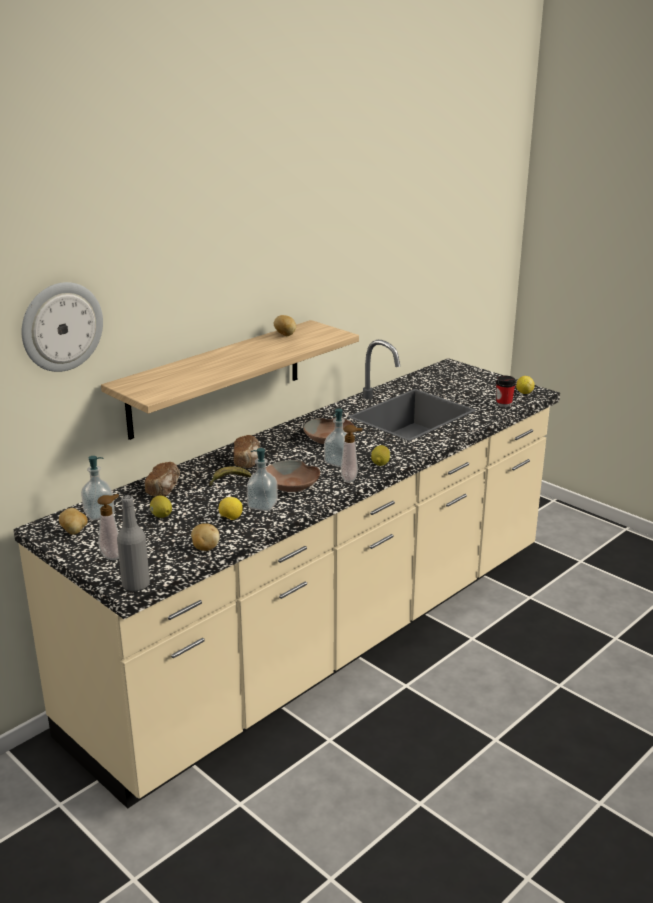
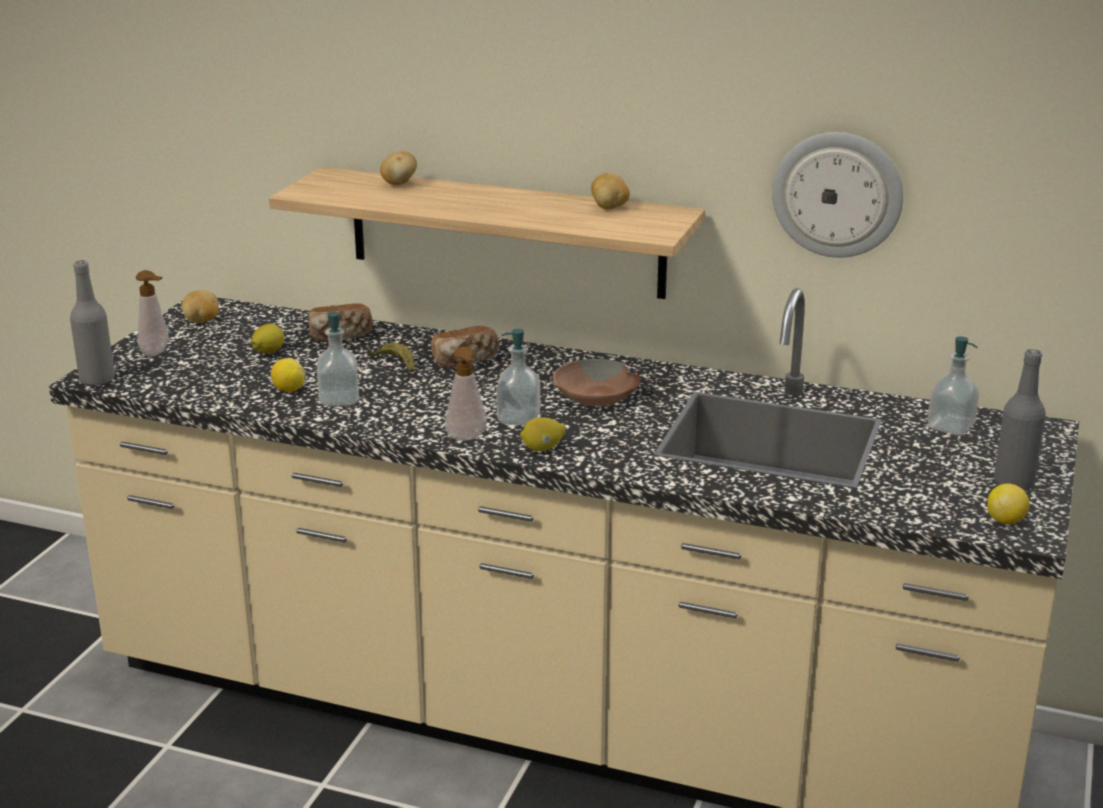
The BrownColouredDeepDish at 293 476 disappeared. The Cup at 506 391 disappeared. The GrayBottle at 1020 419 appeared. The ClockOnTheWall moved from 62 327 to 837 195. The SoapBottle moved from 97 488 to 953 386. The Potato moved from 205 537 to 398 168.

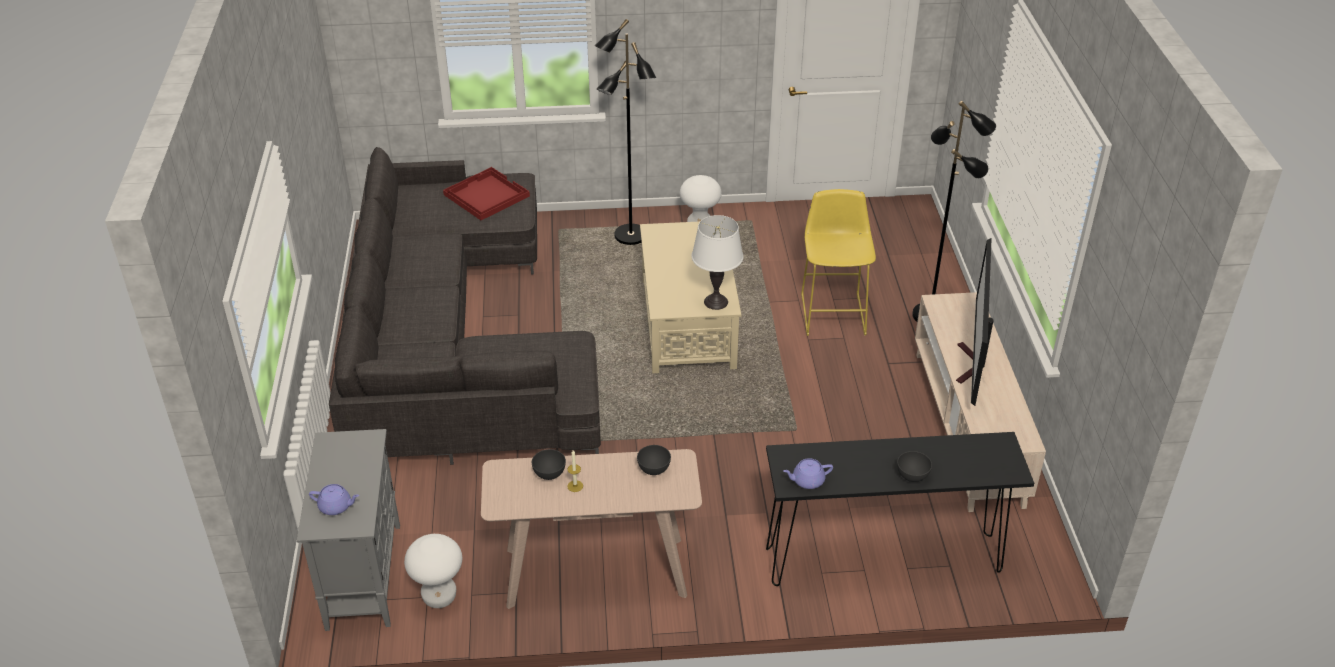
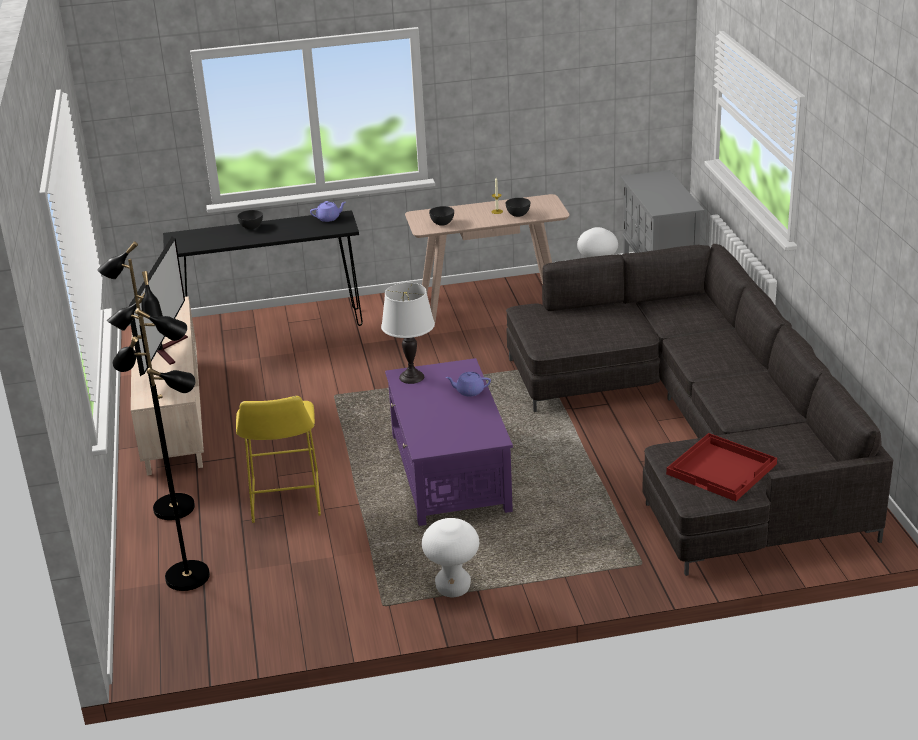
The PurplePotForTea moved from 334 499 to 468 384. The BlackFloorLamp moved from 625 132 to 161 449. The BeigeLowTable at 690 297 became the PurpleLowTable at 449 442.

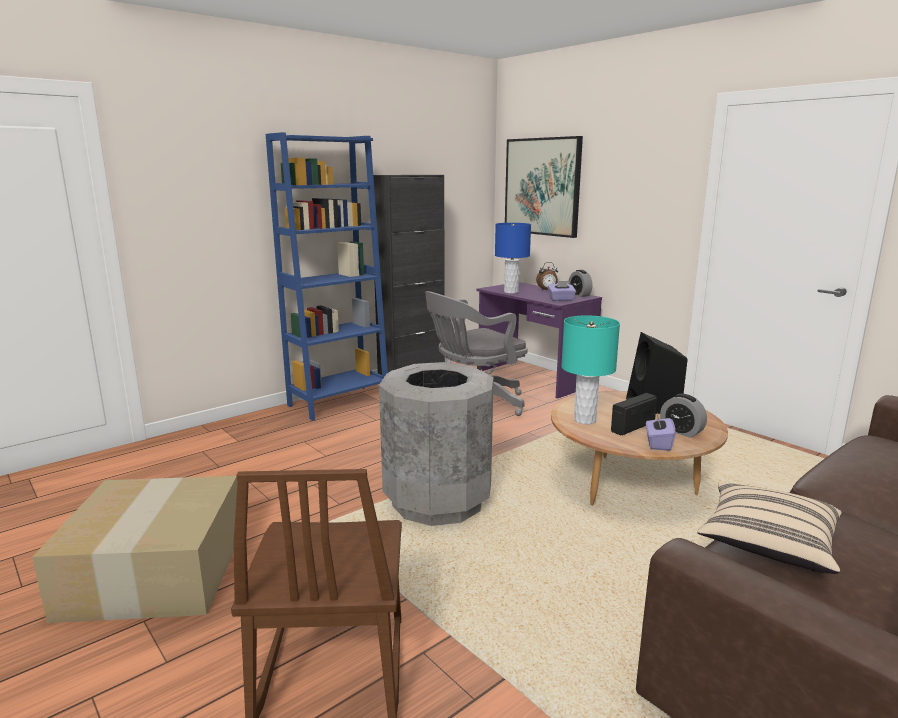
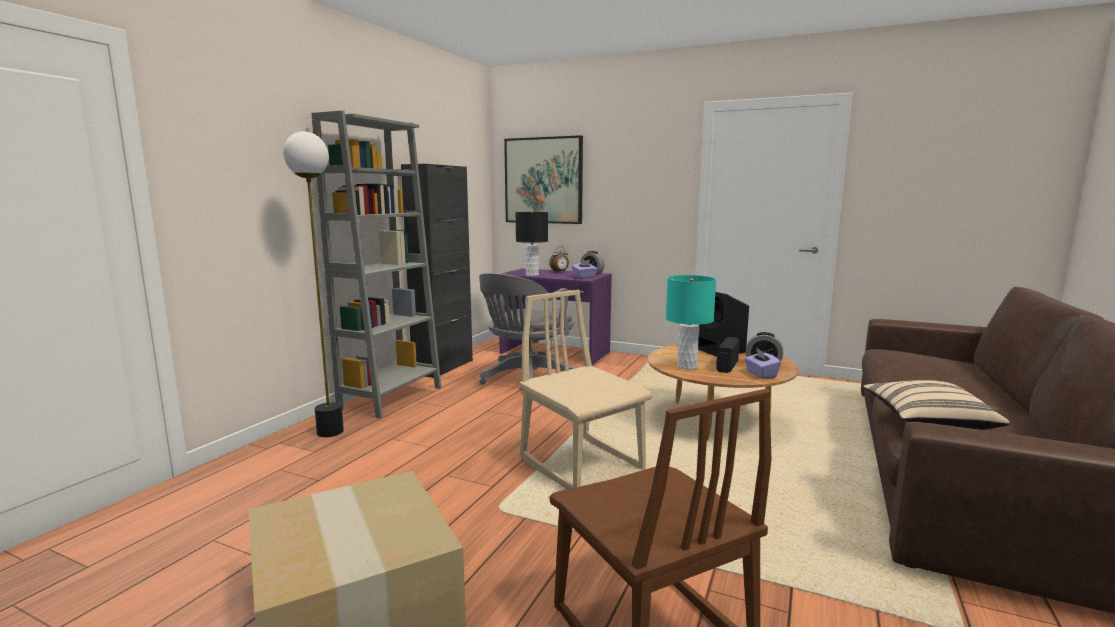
The FloorLamp at 313 284 appeared. The GrayWasteBin at 436 444 was replaced by the BeigeChair at 585 389. The BlueColouredBookshelf at 327 276 became the GrayBookshelf at 376 265. The BlueColouredTableLamp at 513 258 became the BlackTableLamp at 531 244.

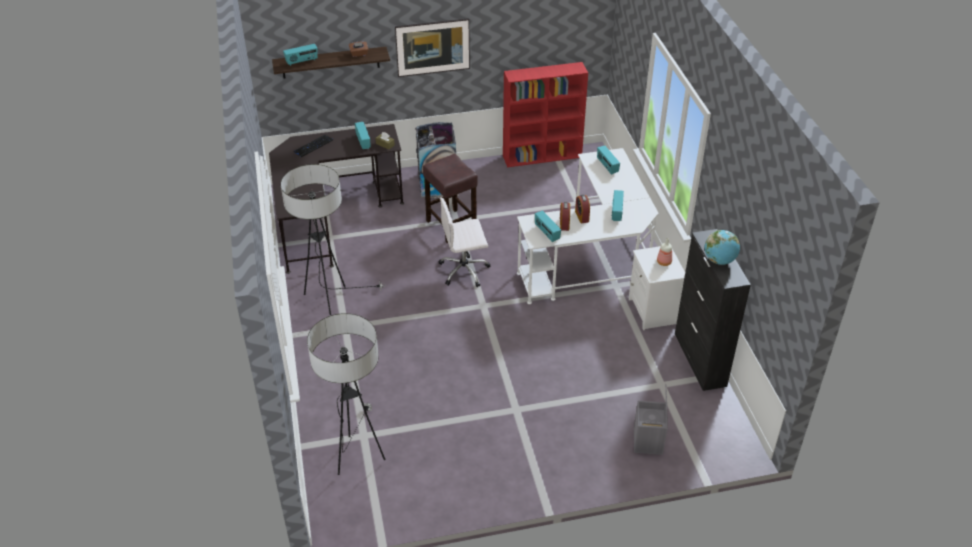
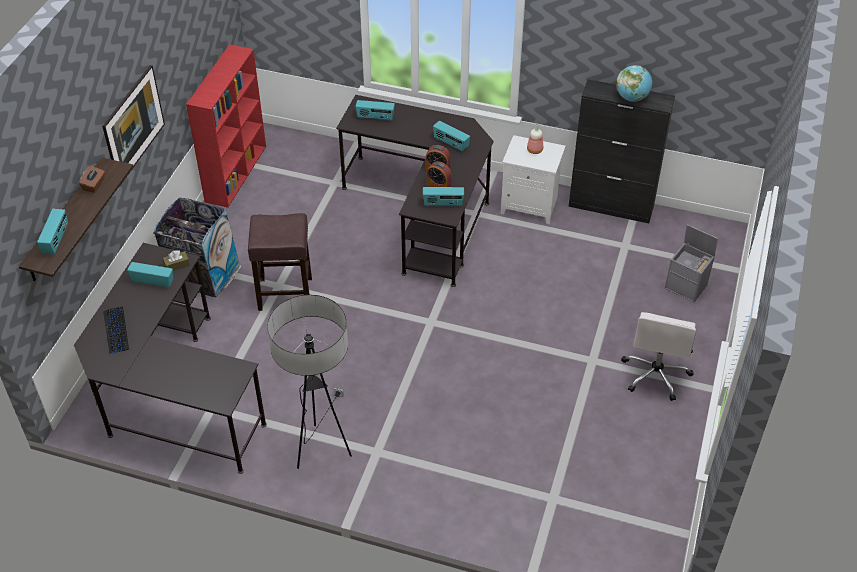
The FloorLamp at 346 394 disappeared. The WhiteOfficeChair moved from 464 242 to 658 356. The WhiteDesk at 588 226 became the BlackDesk at 415 191.

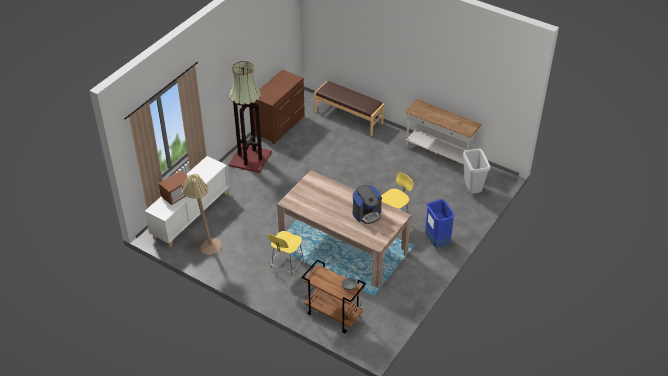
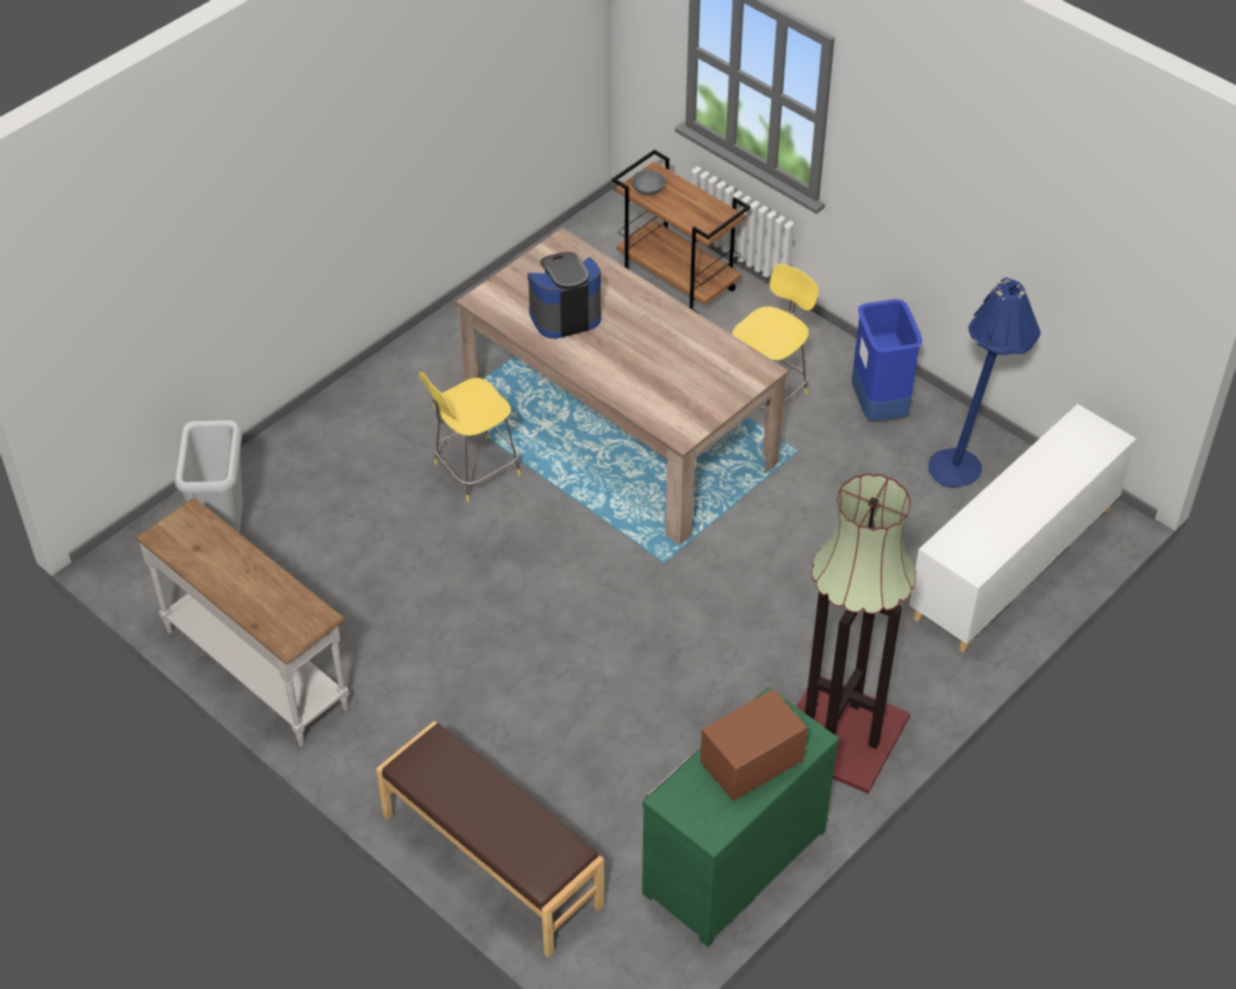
The MicrowaveOven moved from 173 187 to 754 745. The BlueColouredWasteBin moved from 440 223 to 887 360. The BeigeFloorLamp at 201 214 became the BlueColouredFloorLamp at 984 382. The BrownColouredChestOfDrawers at 279 106 became the GreenChestOfDrawers at 740 817.

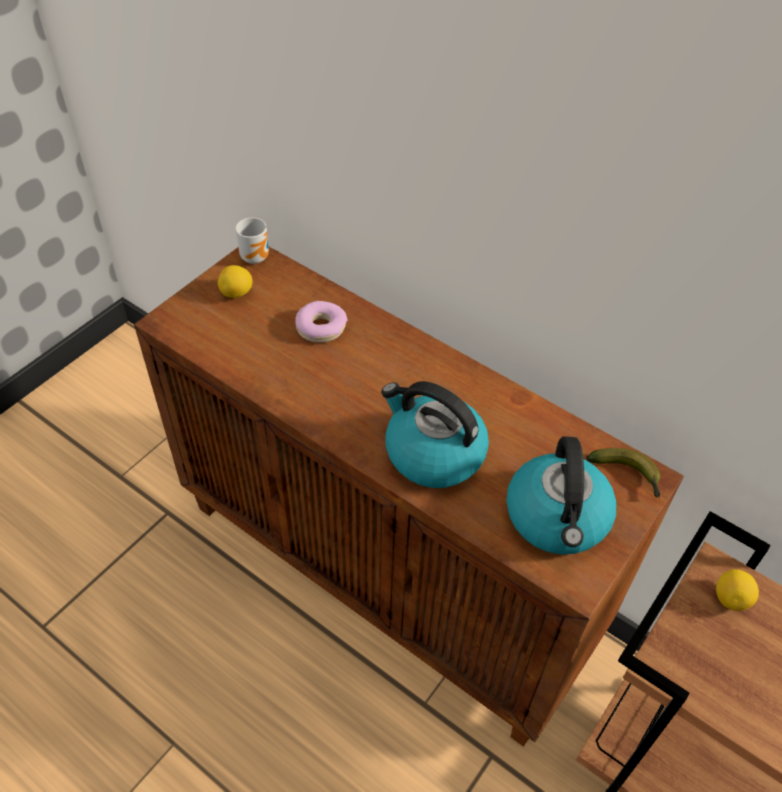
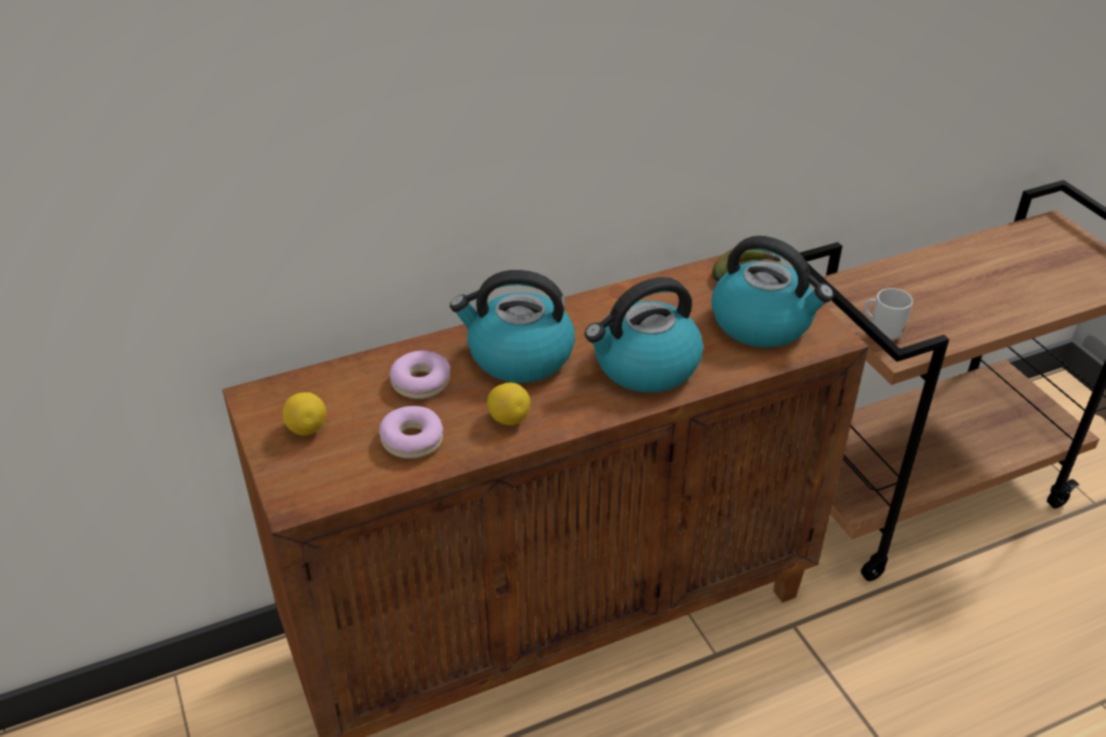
The Donut at 411 432 appeared. The WaterKettle at 512 326 appeared. The CoffeeMug moved from 252 241 to 888 314. The CitrusFruit moved from 737 590 to 509 404.

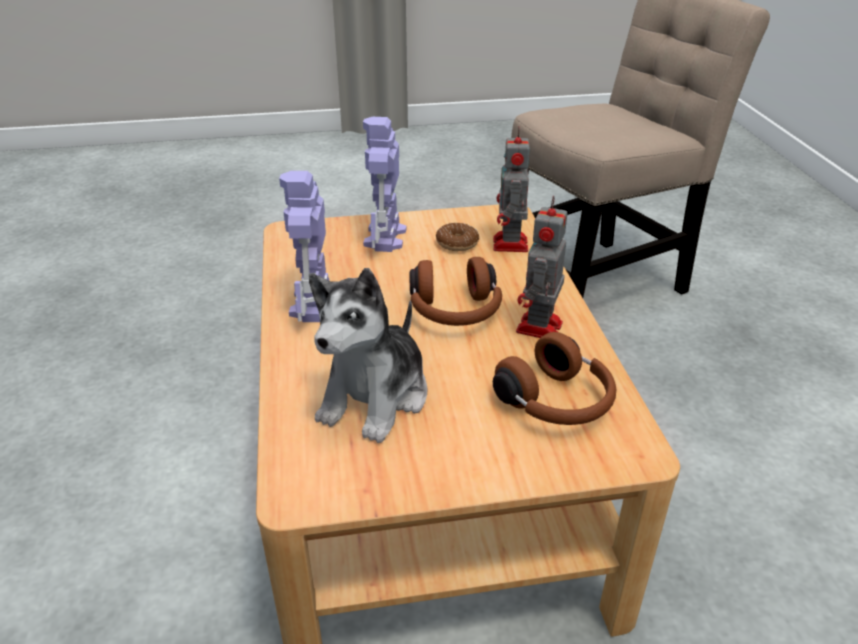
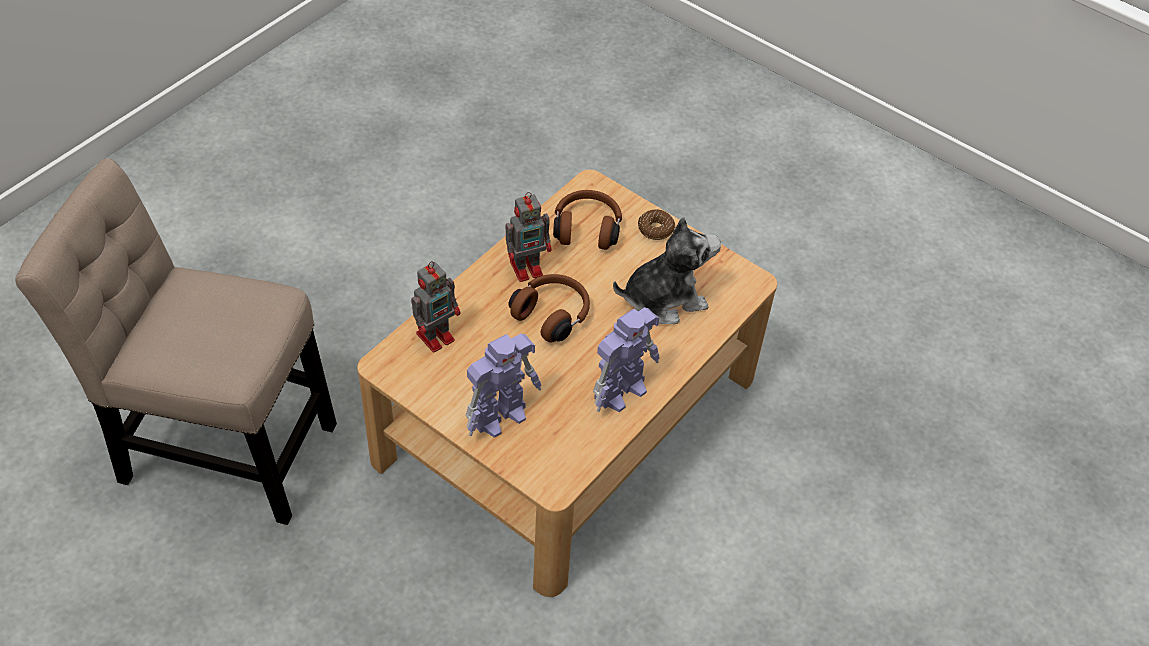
The Donut moved from 457 237 to 656 224.

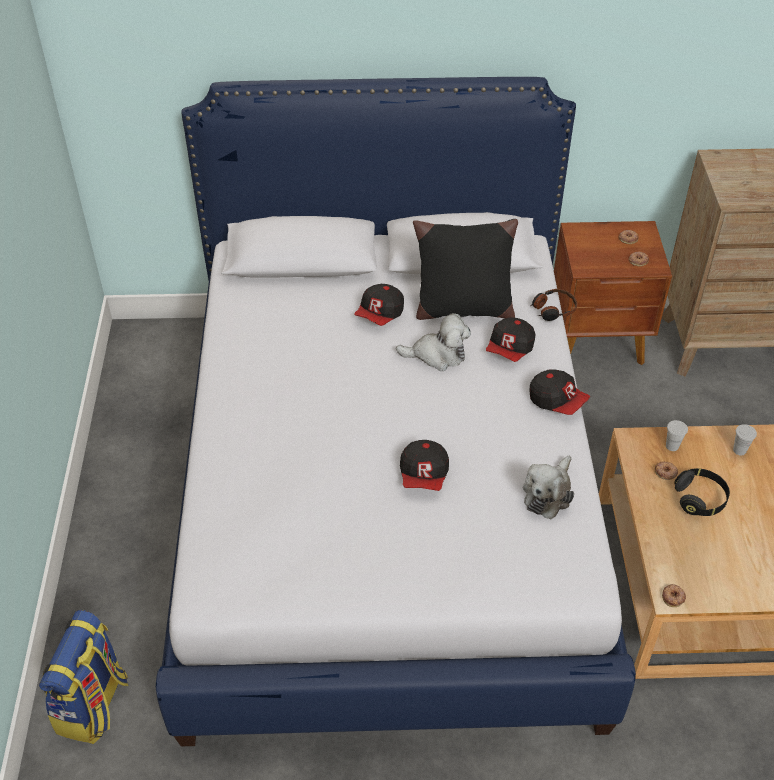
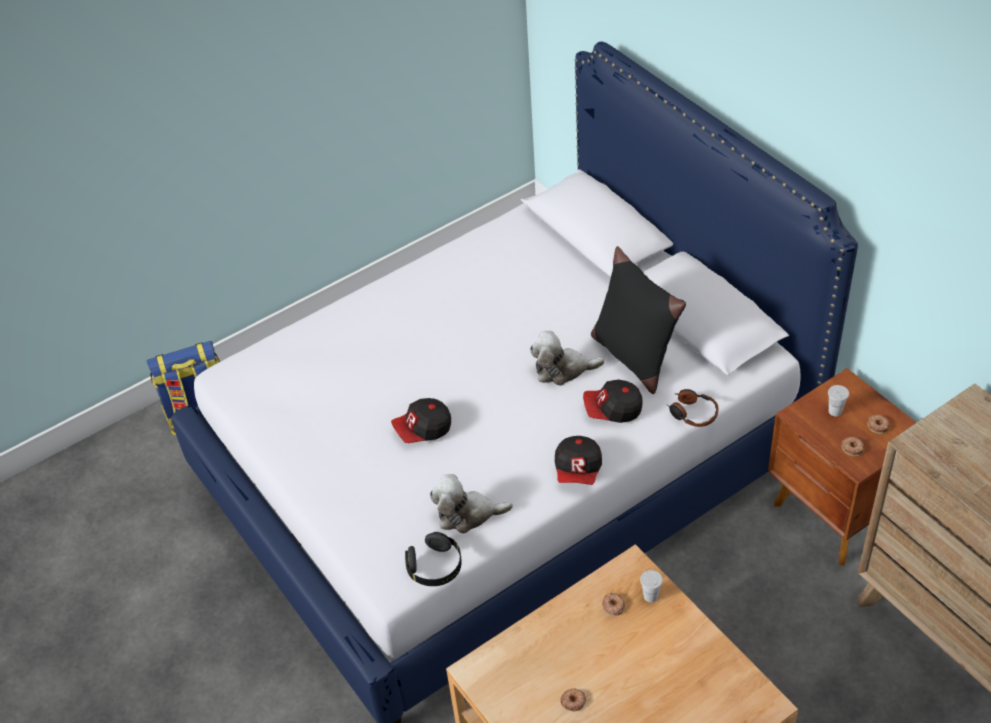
The BaseballCap at 379 305 disappeared. The Donut moved from 674 595 to 573 700. The BlackPairOfHeadphones moved from 702 492 to 433 559. The WhiteCup moved from 745 439 to 838 400. The PlushToy at 433 342 turned 120 degrees clockwise.

